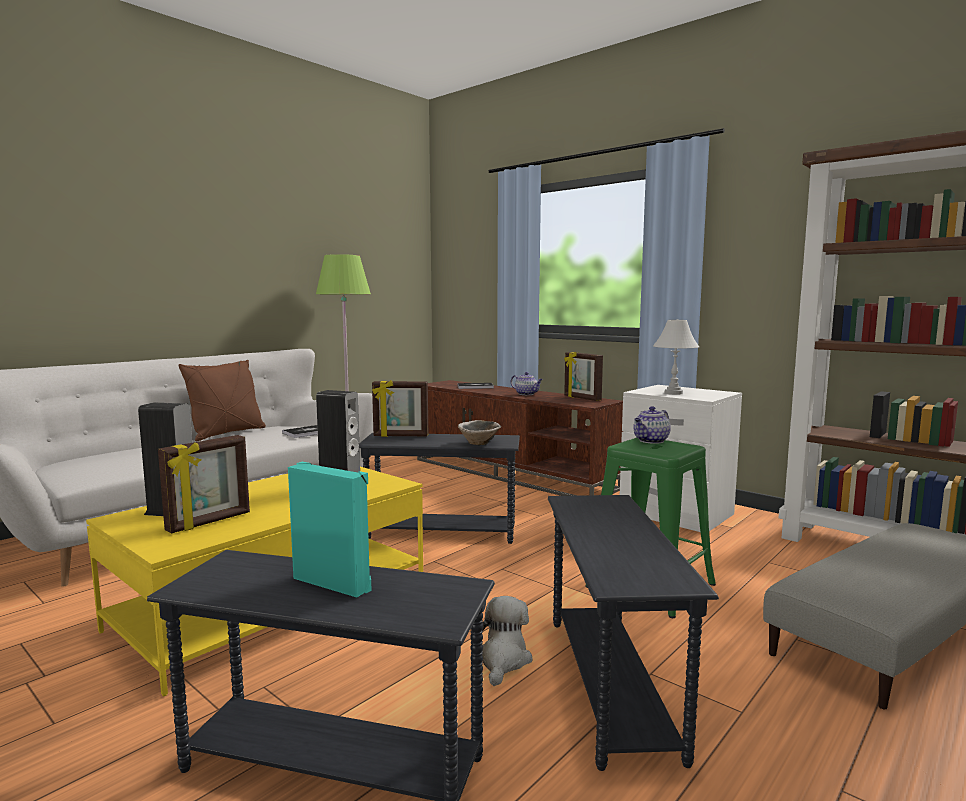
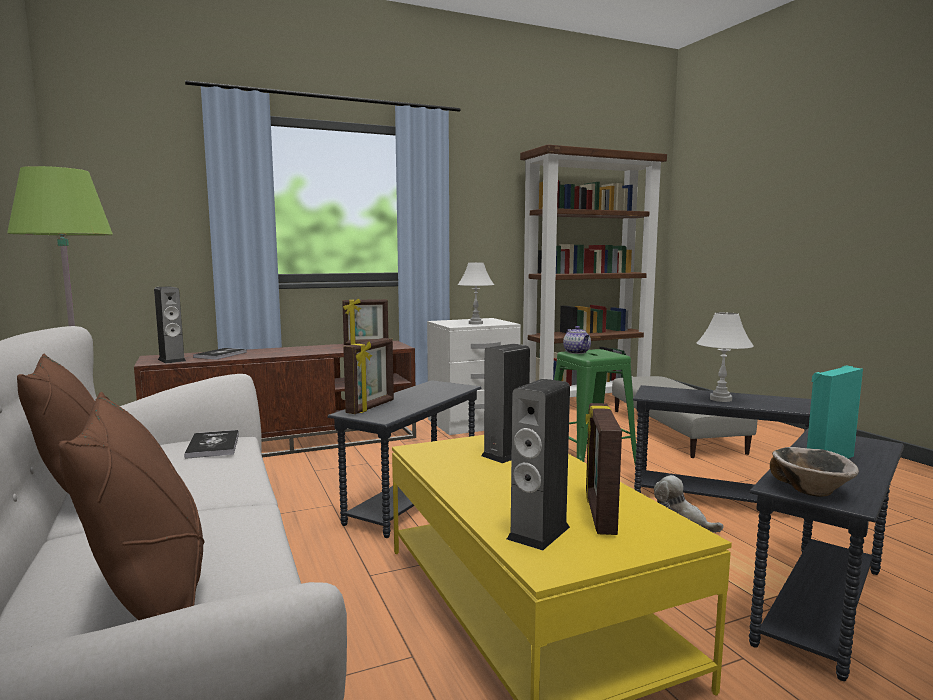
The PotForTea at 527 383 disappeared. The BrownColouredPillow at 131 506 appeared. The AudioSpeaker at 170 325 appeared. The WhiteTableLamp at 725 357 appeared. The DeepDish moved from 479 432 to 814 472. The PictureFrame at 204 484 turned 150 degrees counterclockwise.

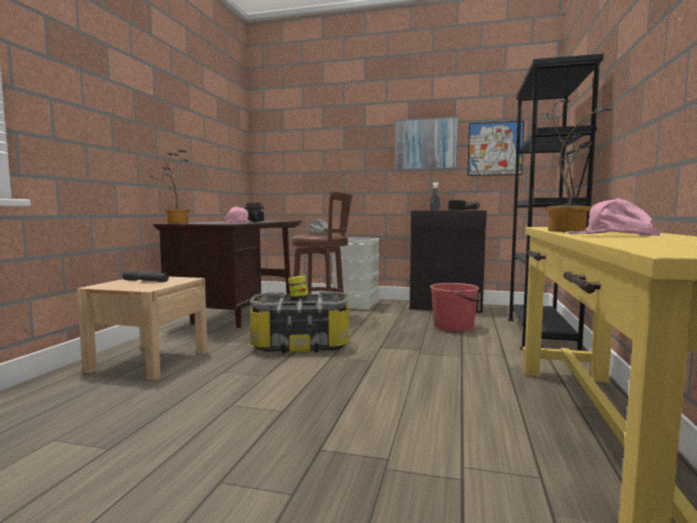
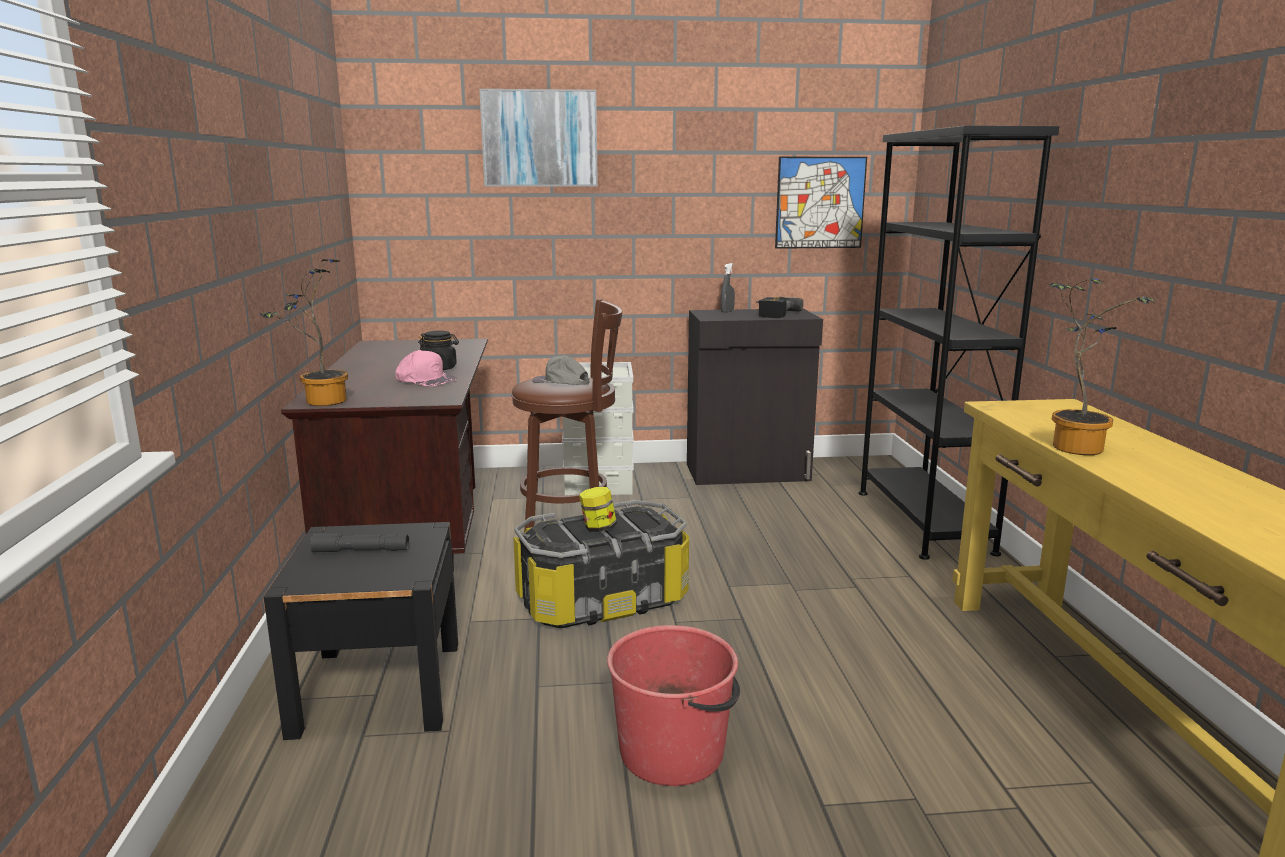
The PinkBaseballCap at 614 217 disappeared. The Picture moved from 426 143 to 538 138. The RedPail moved from 455 307 to 673 705. The BeigeNightTable at 142 329 became the BlackNightTable at 361 631.

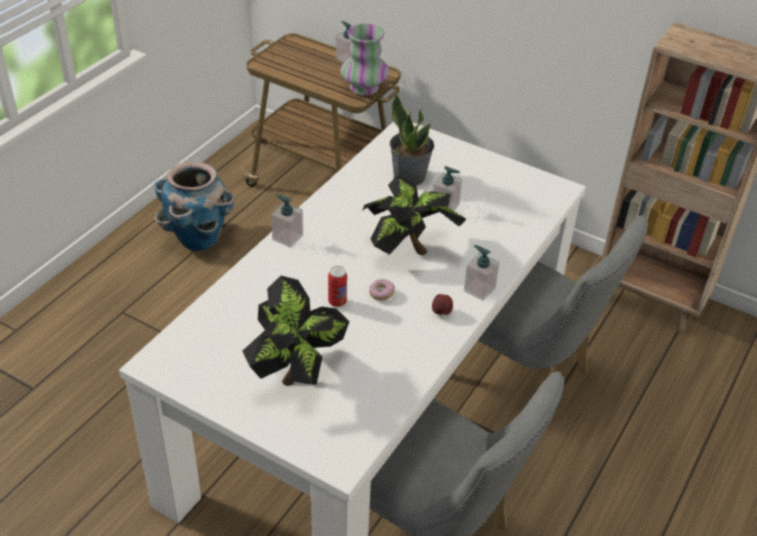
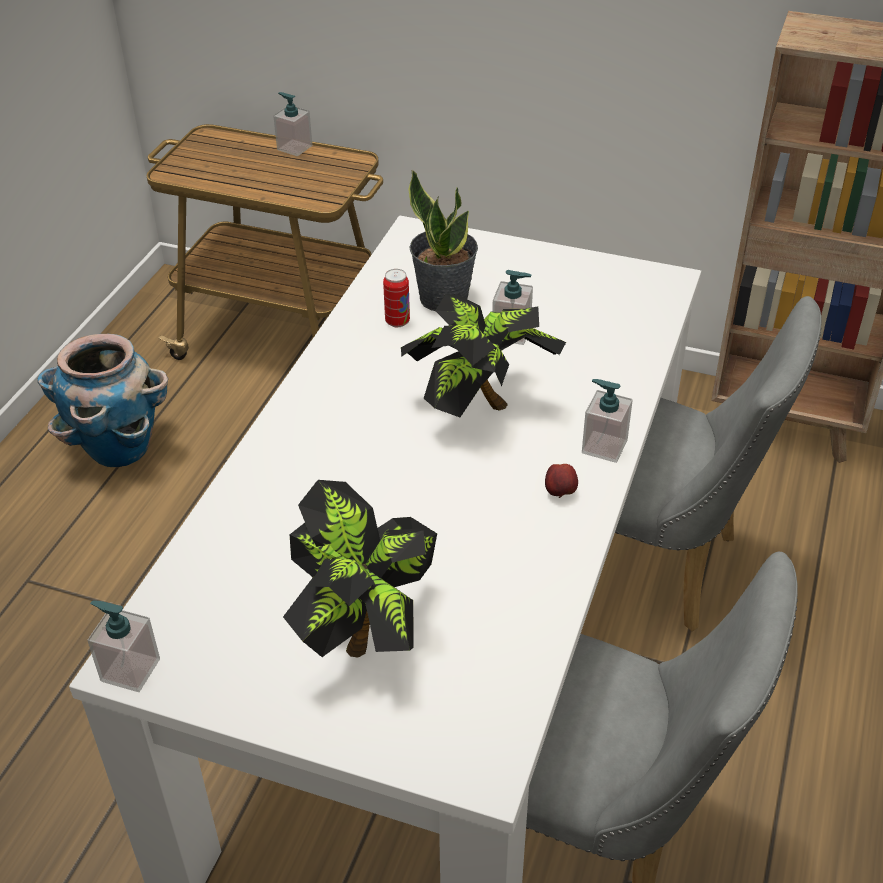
The DecorativeVase at 364 59 disappeared. The Donut at 382 290 disappeared. The SoapBottle moved from 287 221 to 123 646. The SealedCan moved from 337 286 to 396 298.

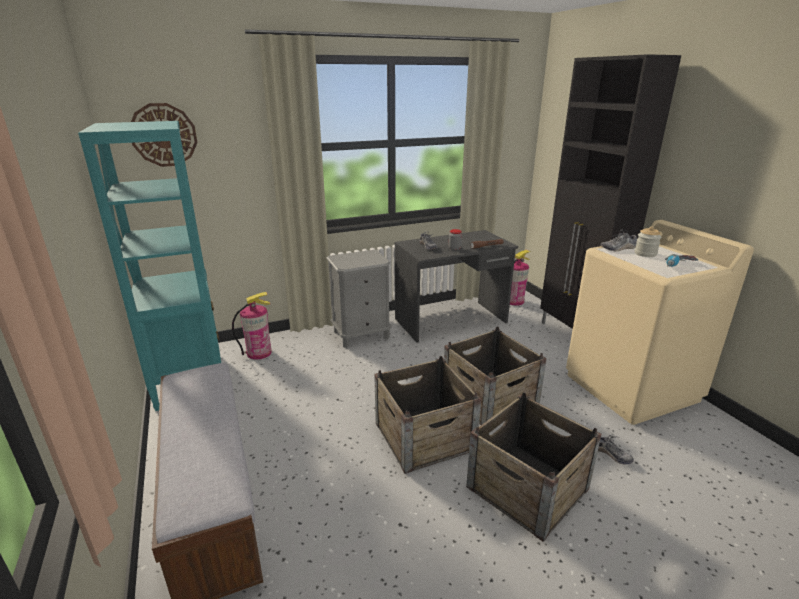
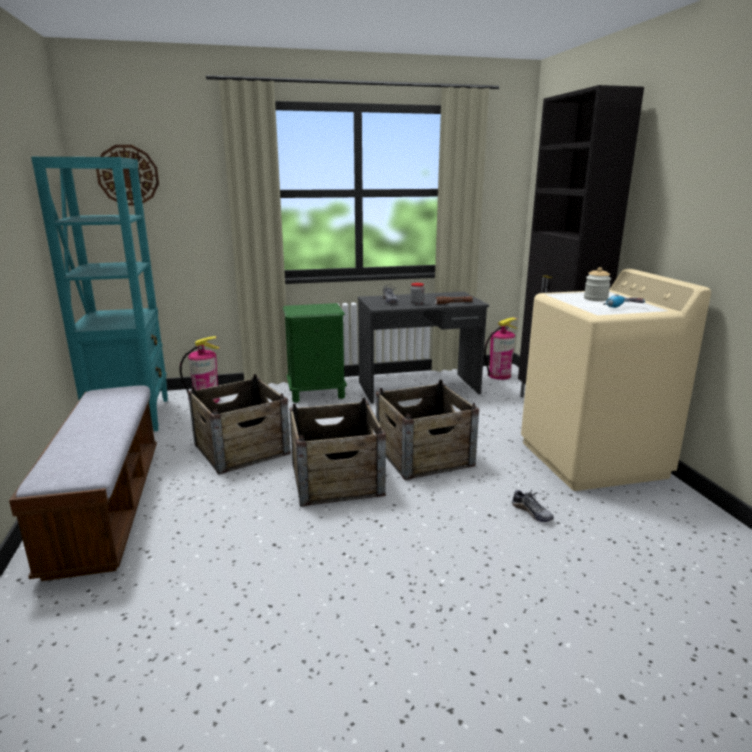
The Shoe at 619 240 disappeared. The ShippingCrate moved from 533 467 to 239 424. The GrayNightTable at 359 299 became the GreenNightTable at 315 353.

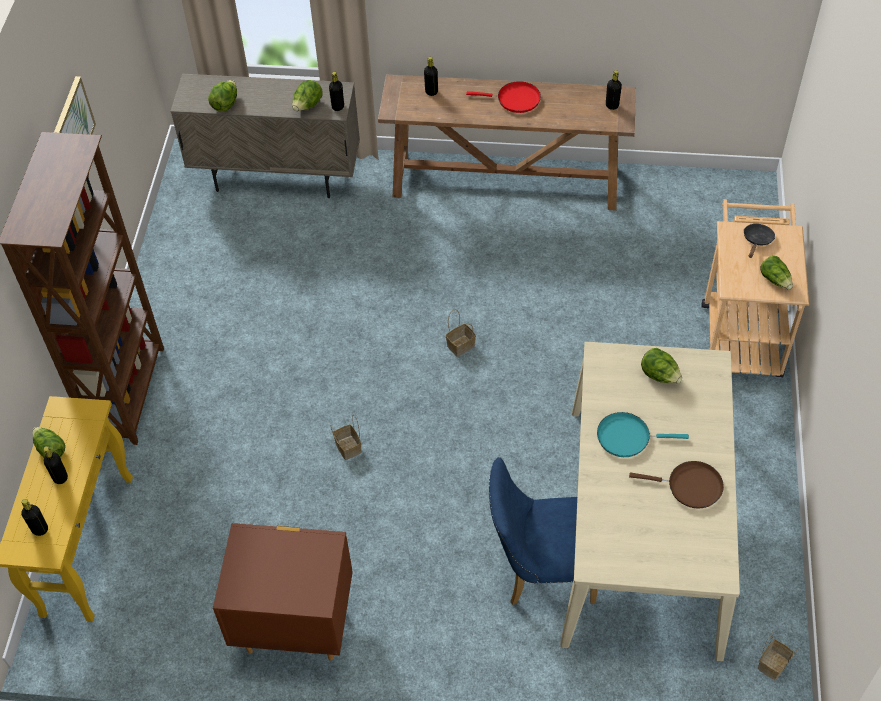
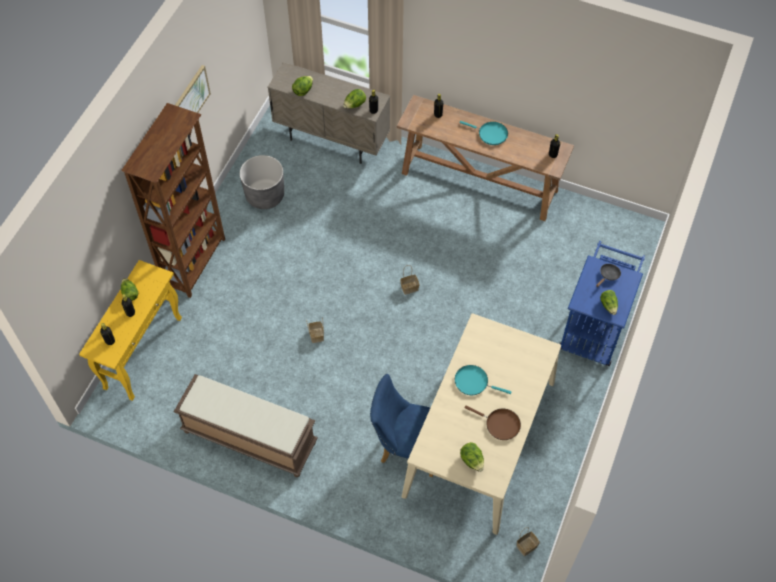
The GrayPlanter at 262 182 appeared. The LettuceHead moved from 661 366 to 472 457. The BrownColouredNightTable at 283 592 was replaced by the BrownColouredLongSeat at 246 425. The RedSkillet at 503 97 became the TurquoiseColouredSkillet at 484 133. The BeigeWheeledCart at 755 288 became the BlueColouredWheeledCart at 602 303.

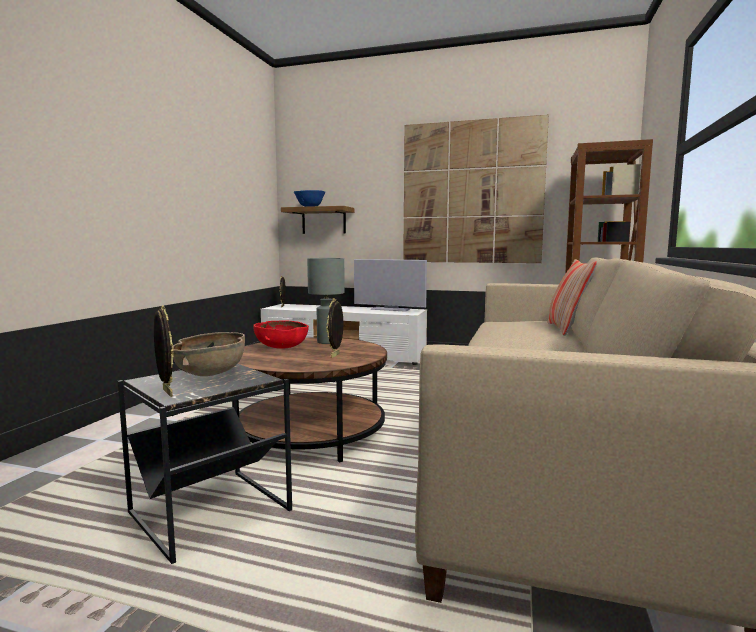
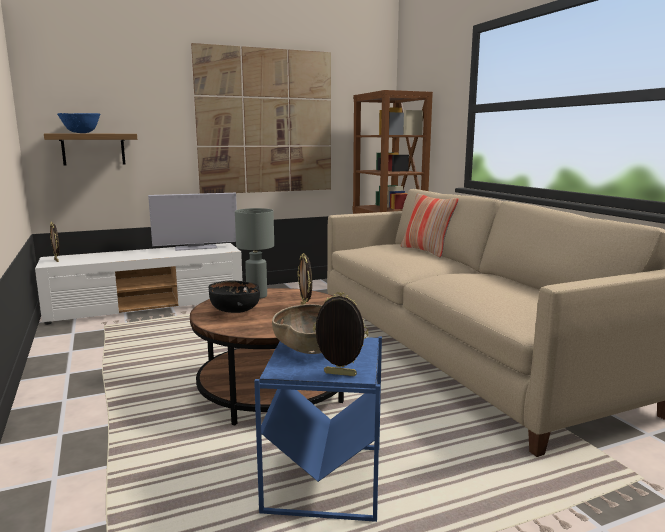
The BlackAccentTable at 204 464 became the BlueColouredAccentTable at 318 429. The RedDeepDish at 281 335 became the BlackDeepDish at 234 297.

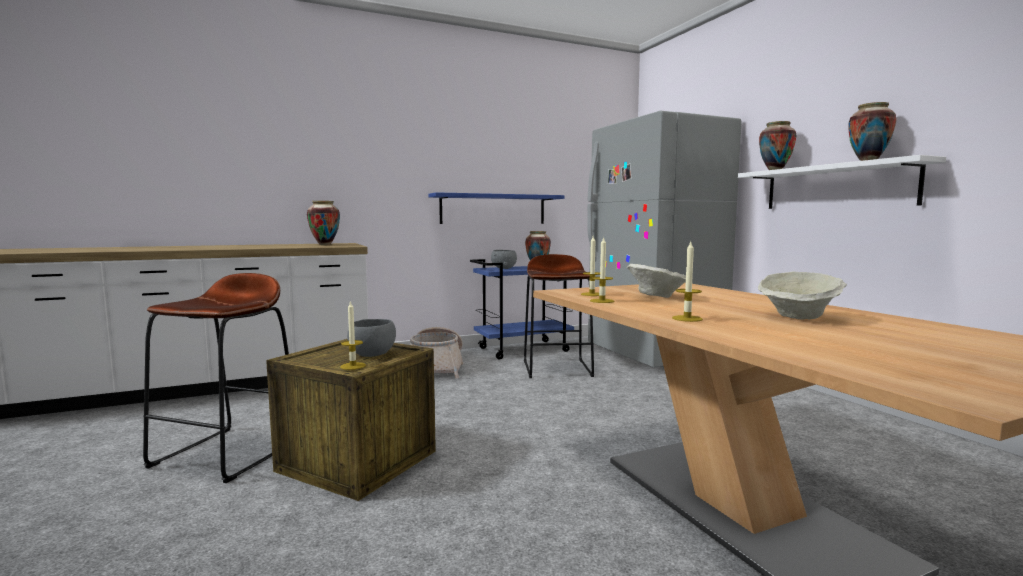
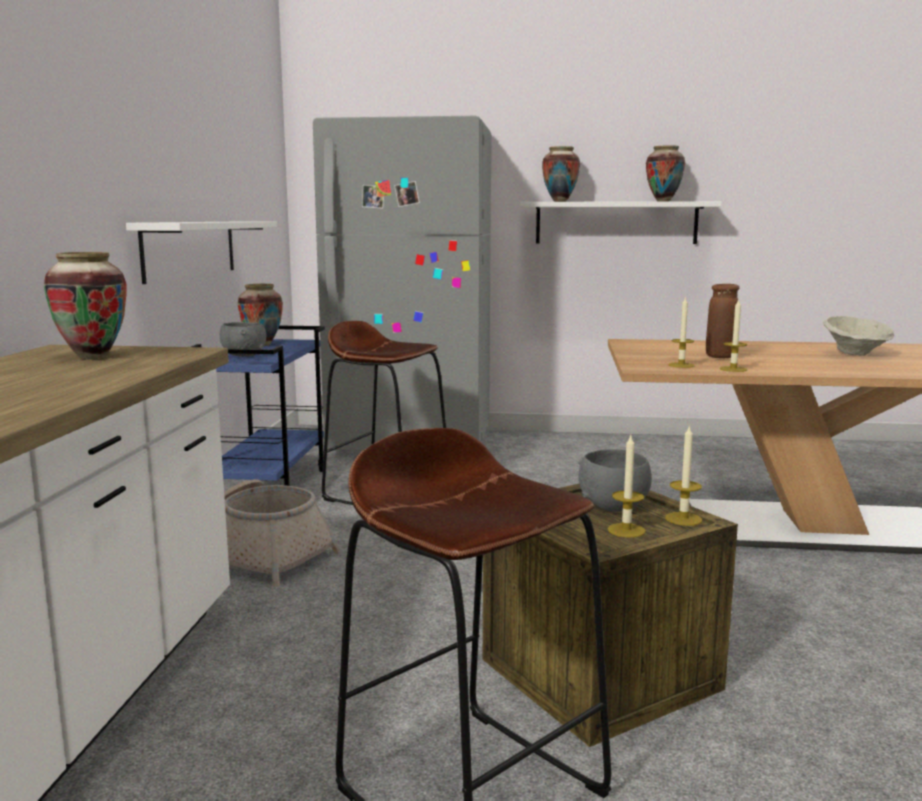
The WaxCandle moved from 687 282 to 627 487. The BeigeDeepDish at 656 281 was replaced by the BrownColouredDecorativeVase at 722 321. The BlueColouredWallShelf at 496 208 became the WhiteWallShelf at 201 253.

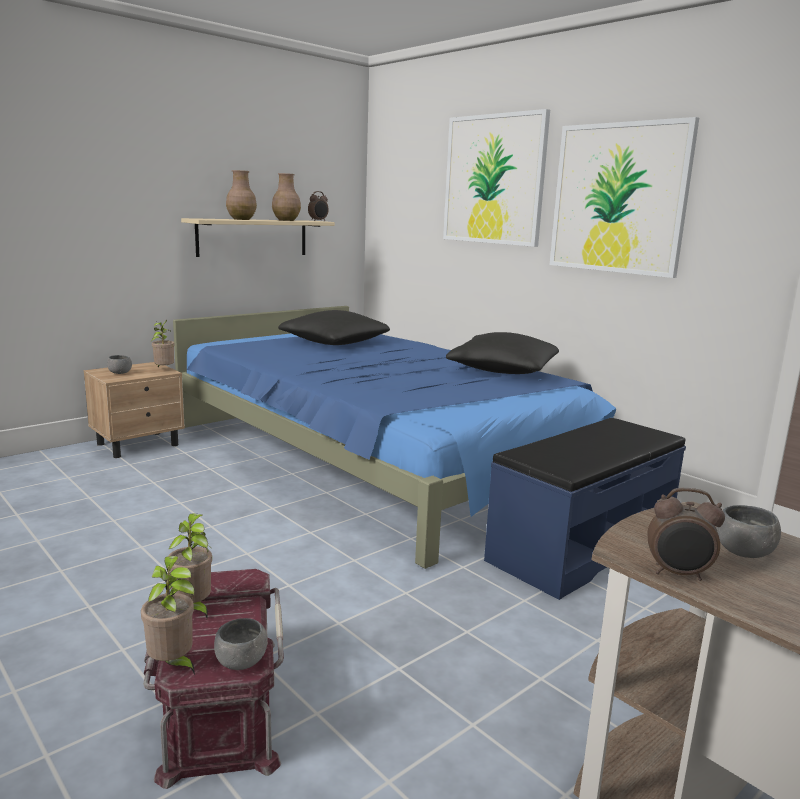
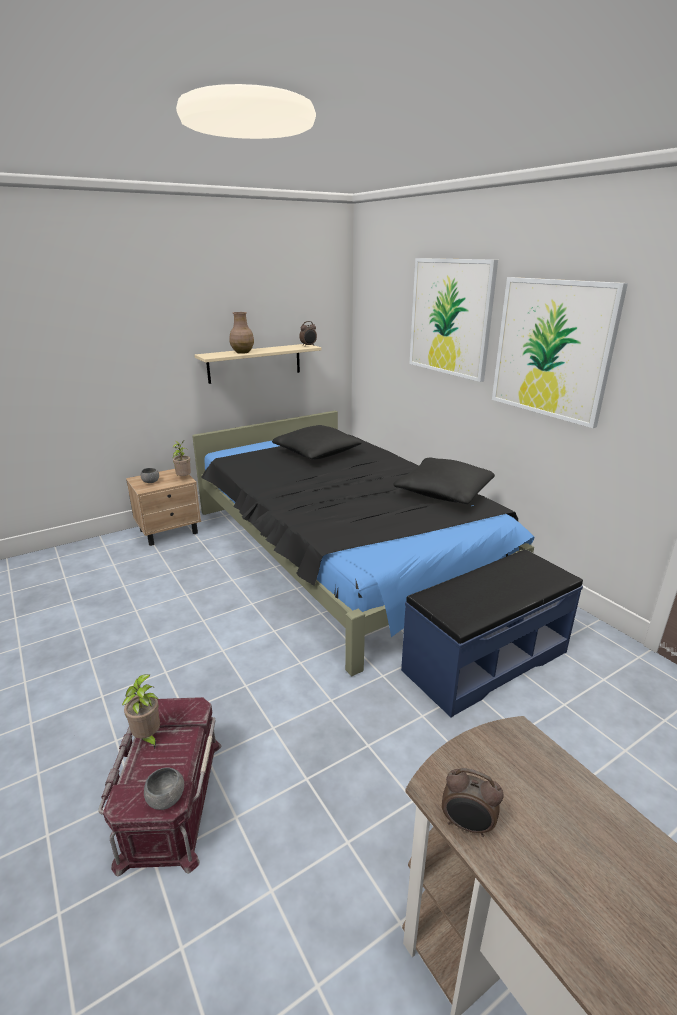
The PlantInAPot at 168 615 disappeared. The BrownColouredDecorativeVase at 286 197 disappeared. The GrayDeepDish at 748 531 disappeared. The BlueColouredSleepingBed at 394 437 became the BlackSleepingBed at 363 543.

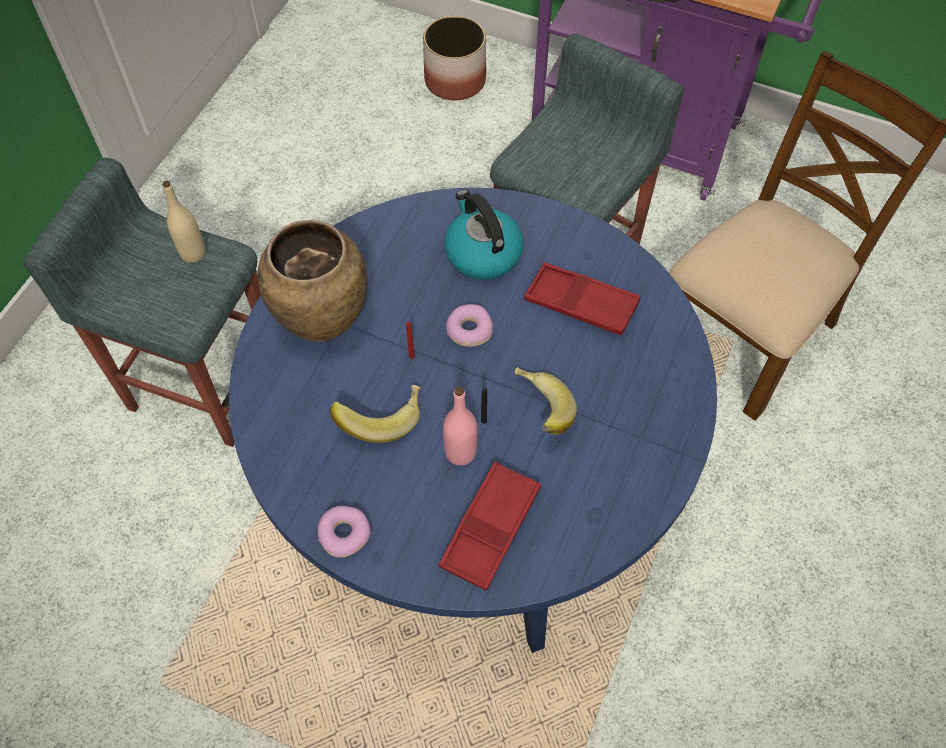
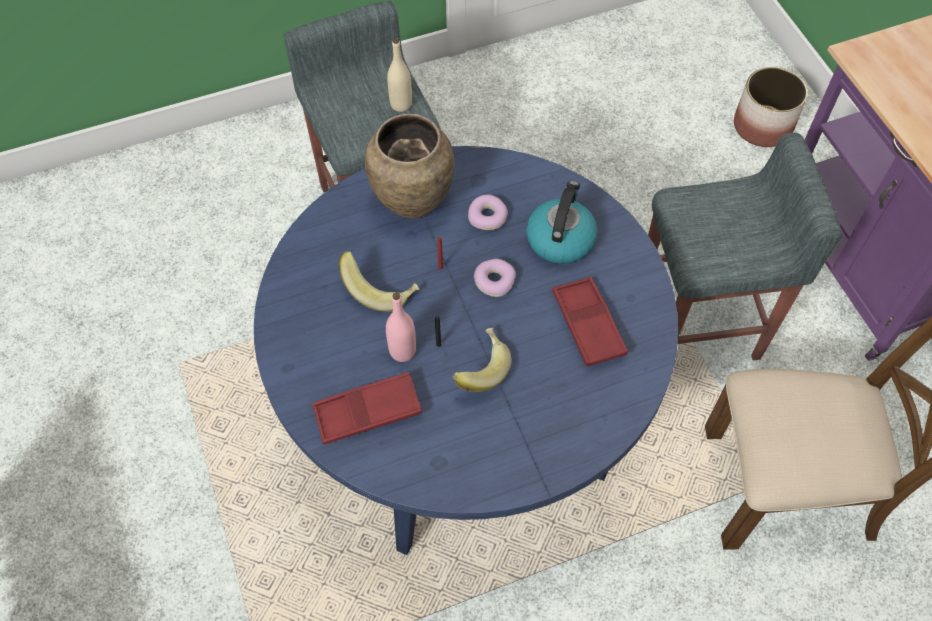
The Donut moved from 344 532 to 488 212.

